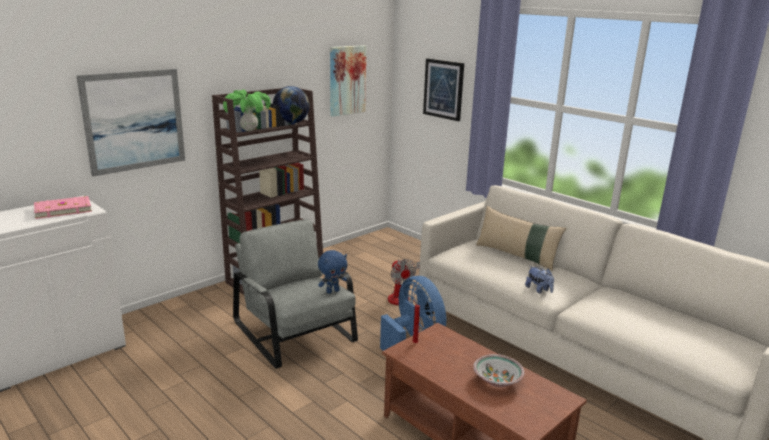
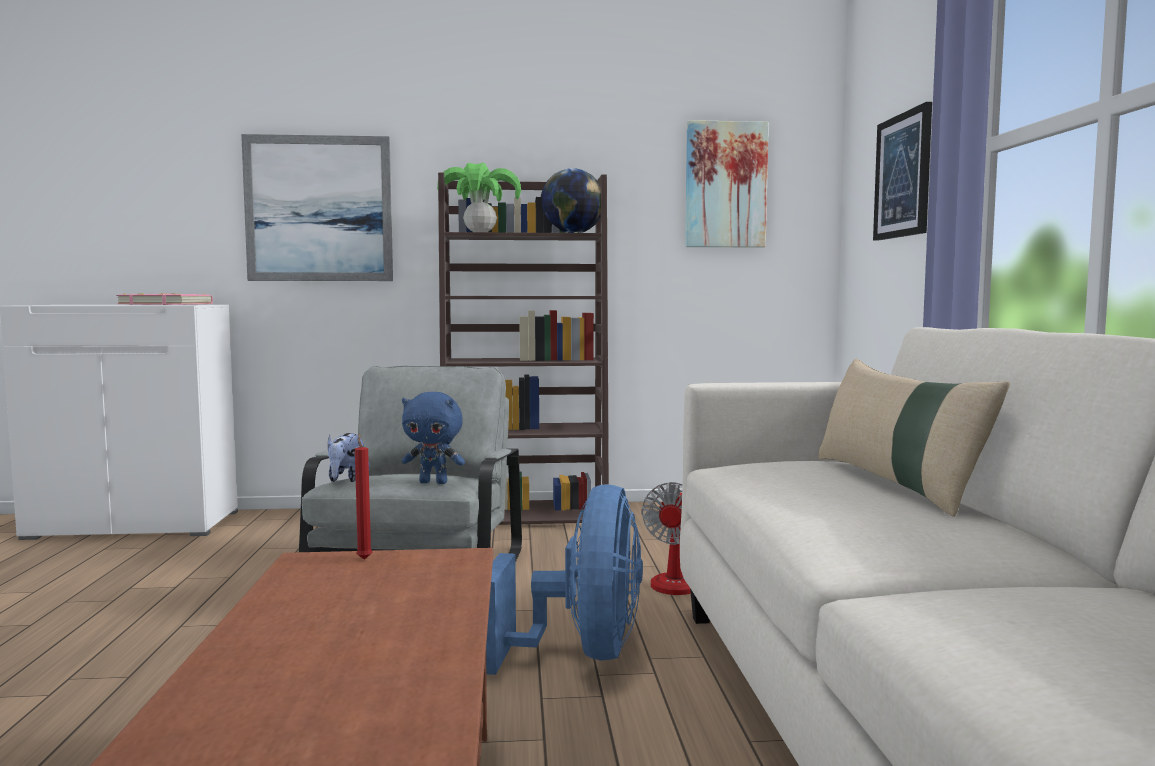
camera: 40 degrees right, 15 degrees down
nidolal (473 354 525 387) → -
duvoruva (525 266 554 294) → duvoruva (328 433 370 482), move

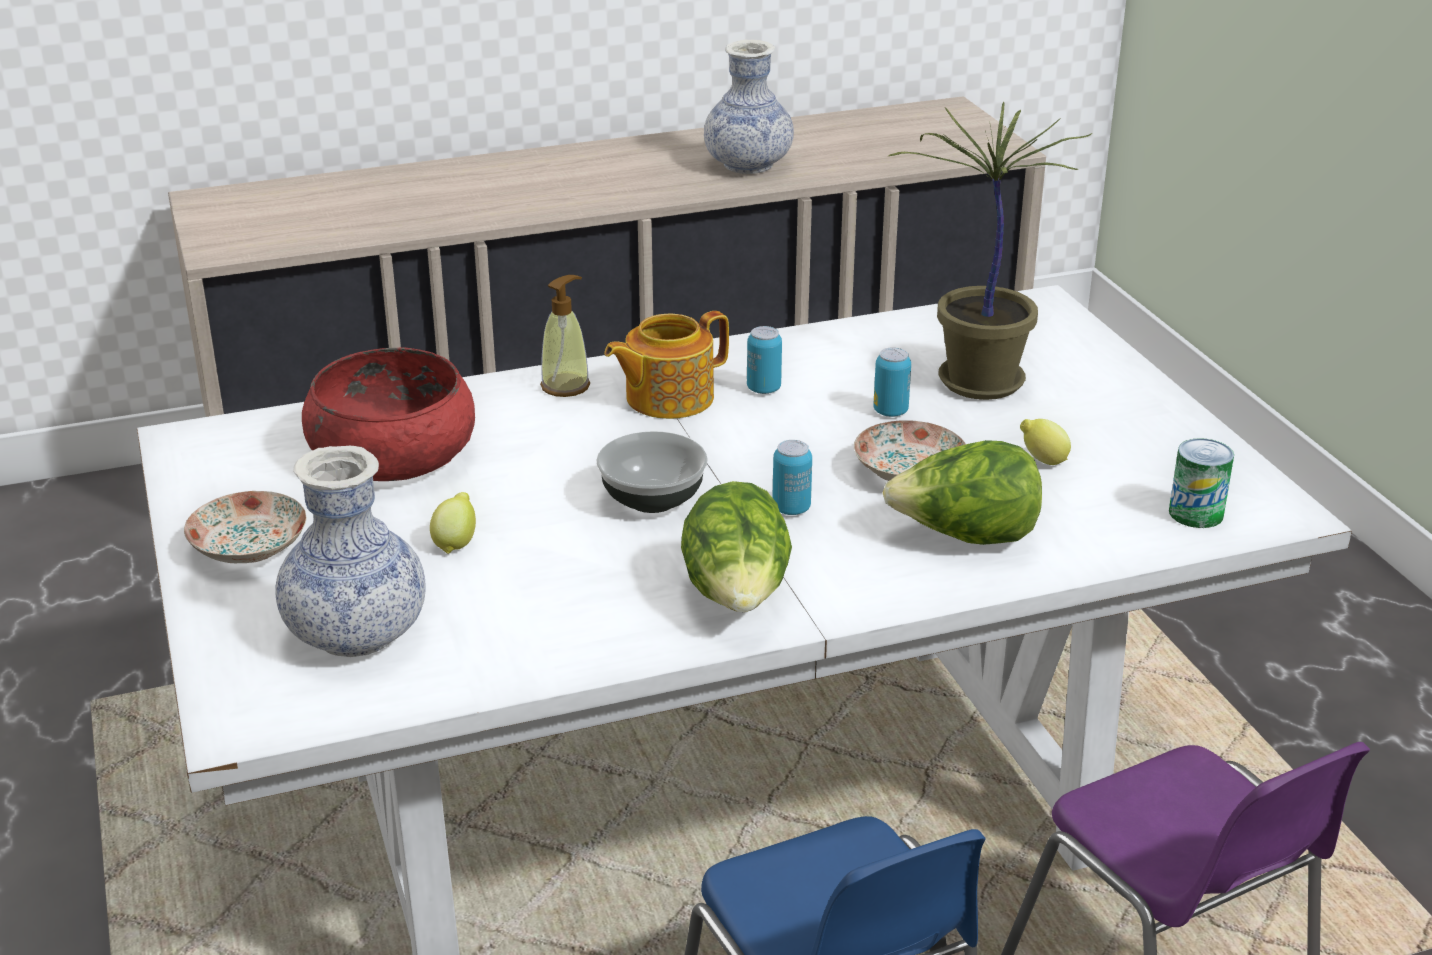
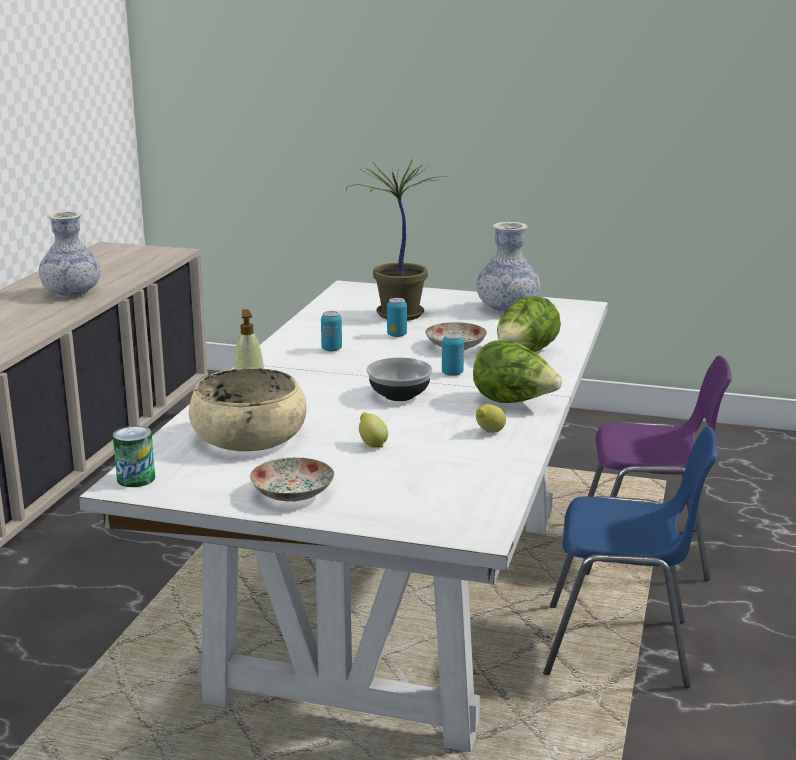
camera: 55 degrees left, 10 degrees down
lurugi (604 311 729 419) → -
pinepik (275 446 426 657) → pinepik (476 222 540 314), move
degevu (1020 419 1071 465) → degevu (476 404 506 433), move
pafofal (1169 438 1234 528) → pafofal (113 426 155 487), move
red_nidolal (302 347 475 481) → beige_nidolal (189 368 307 451)

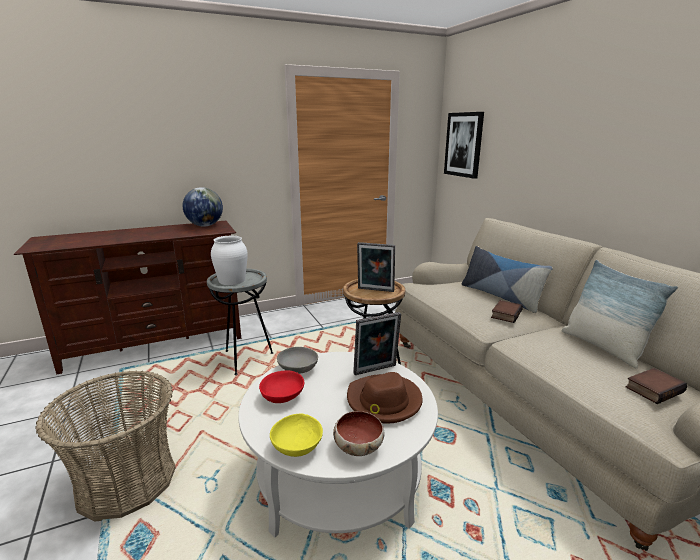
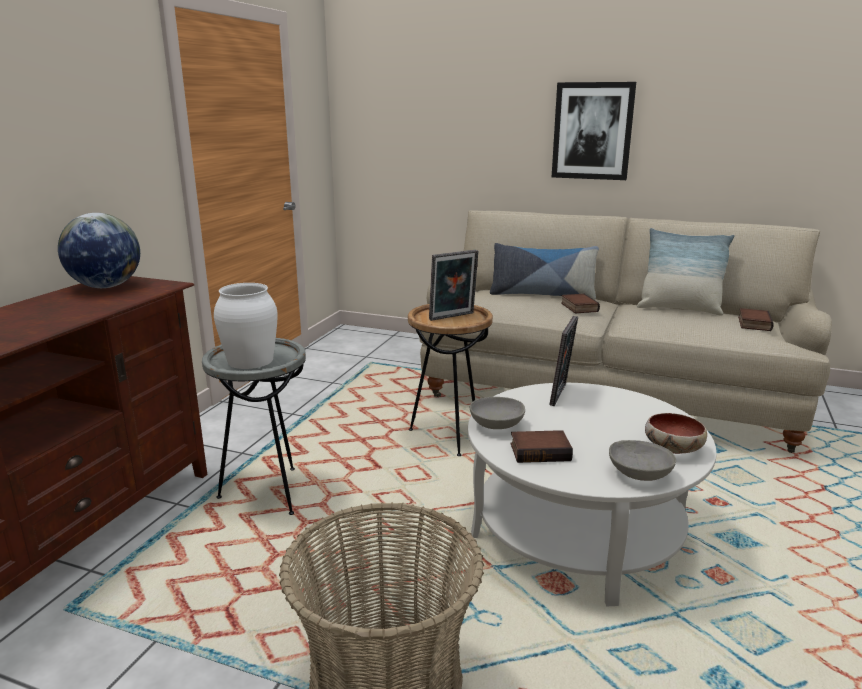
camera: 45 degrees left, 0 degrees up
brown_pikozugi (347 372 423 424) → -
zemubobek (444 112 484 179) → zemubobek (552 82 636 180), move
red_nidolal (259 370 304 403) → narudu (511 430 573 463)
yellow_nidolal (270 414 323 457) → grey_nidolal (609 440 676 481)

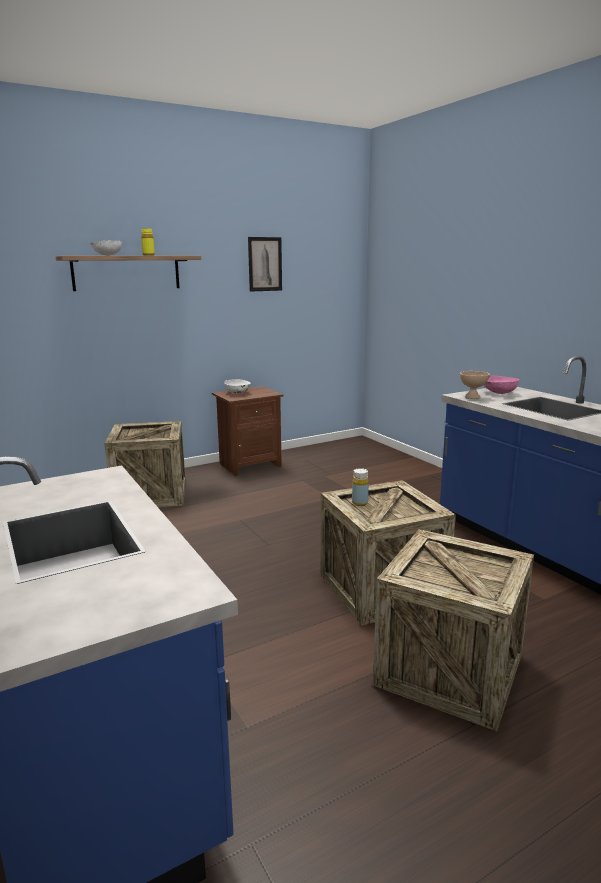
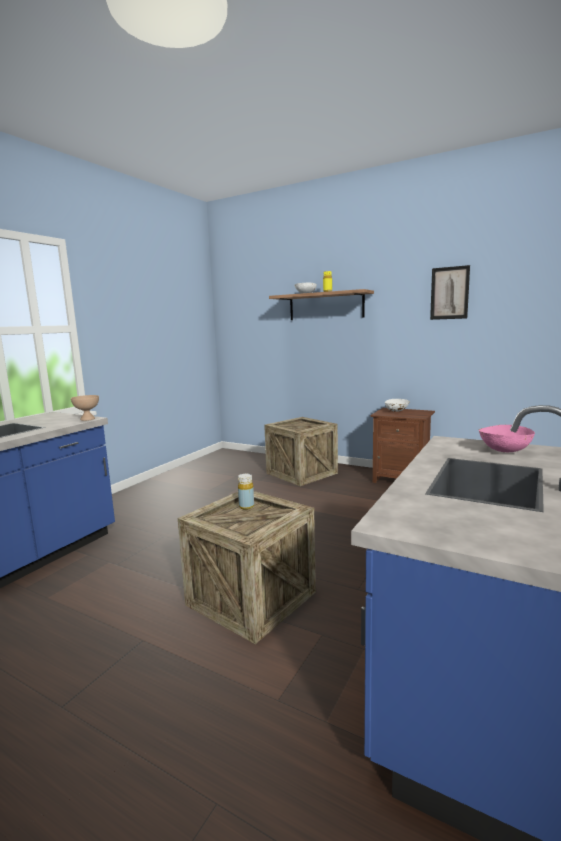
camera: 60 degrees right, 5 degrees down
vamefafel (373 529 534 731) → -
beige_nidolal (460 371 490 399) → beige_nidolal (71 395 99 421), move

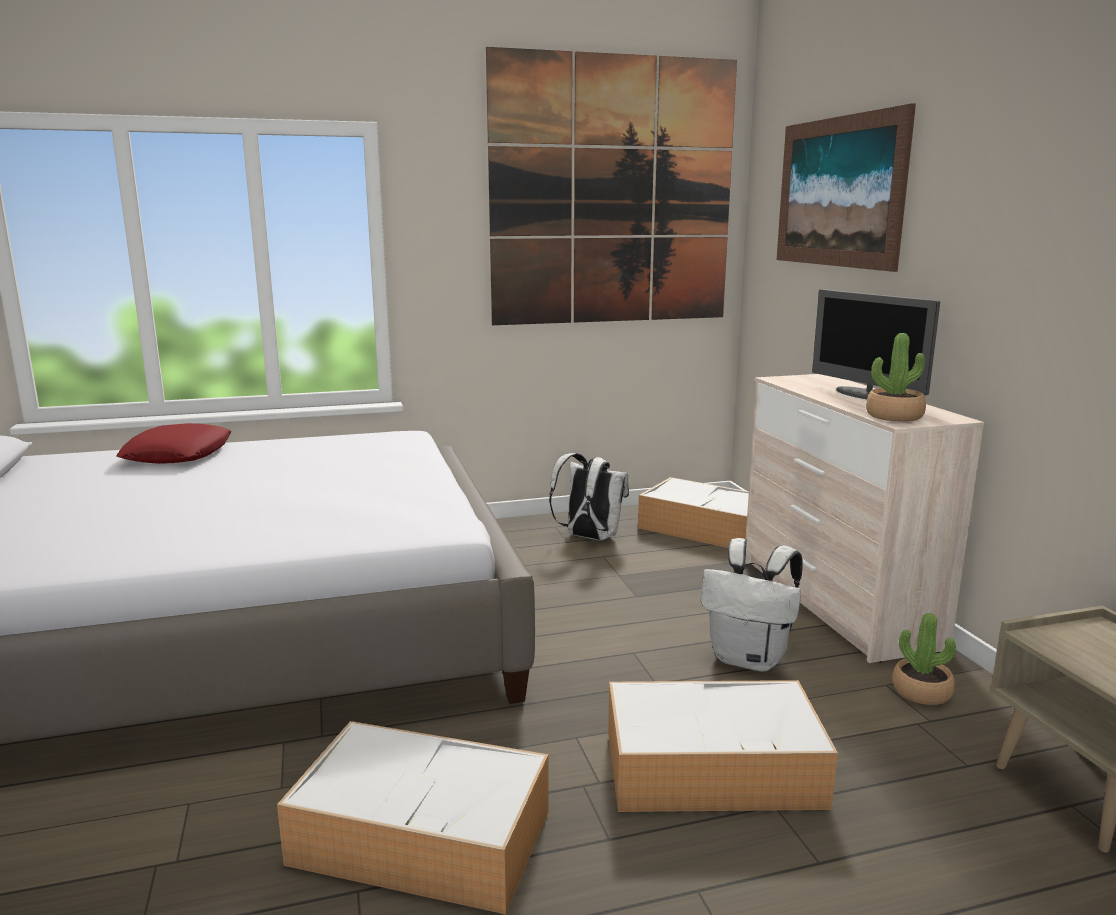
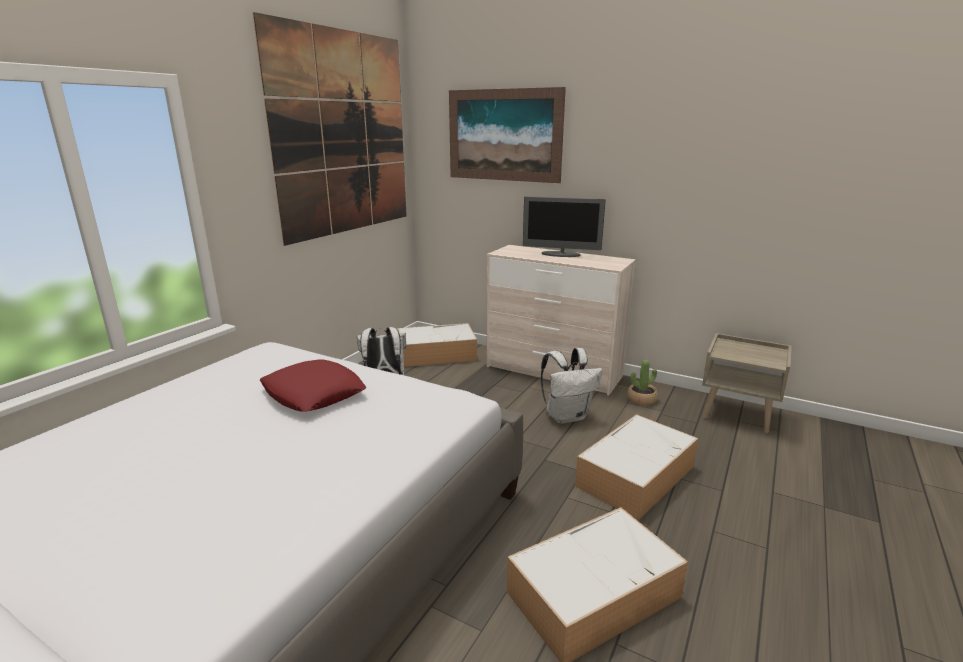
camera: 45 degrees left, 5 degrees up
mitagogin (866 333 926 421) → -
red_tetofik (116 423 231 464) → red_tetofik (260 360 366 412), move

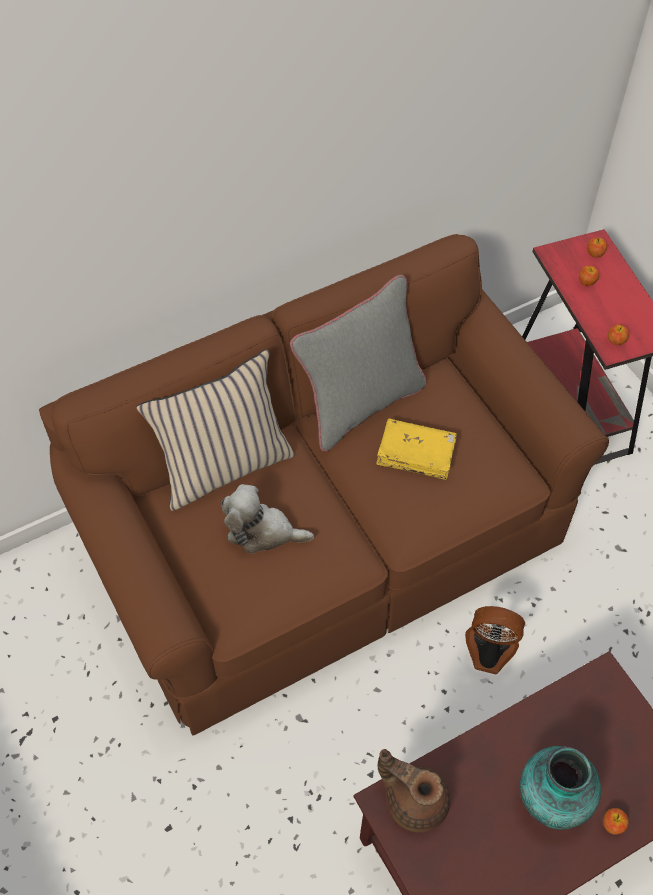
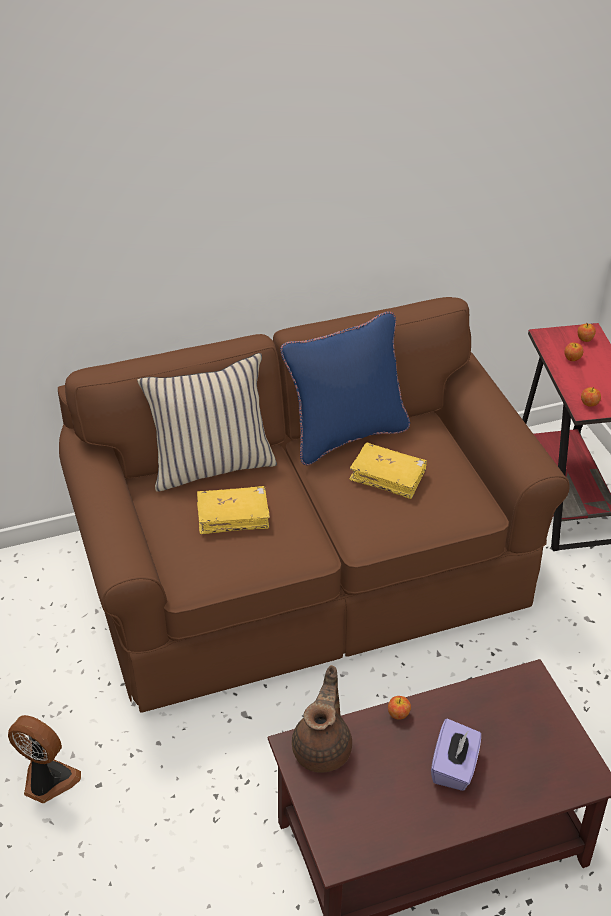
camera: 10 degrees right, 15 degrees down
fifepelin (465 606 525 674) → fifepelin (8 715 81 803), move
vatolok (603 808 629 835) → vatolok (388 696 411 719), move
duvoruva (221 484 314 554) → yellow_narudu (197 486 270 534)
pinepik (520 746 601 830) → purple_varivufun (431 719 481 791)
grey_tetofik (290 275 426 451) → blue_tetofik (280 311 410 465)
brown_lurugi (378 749 450 832) → brown_lurugi (292 665 352 773), 60 degrees clockwise

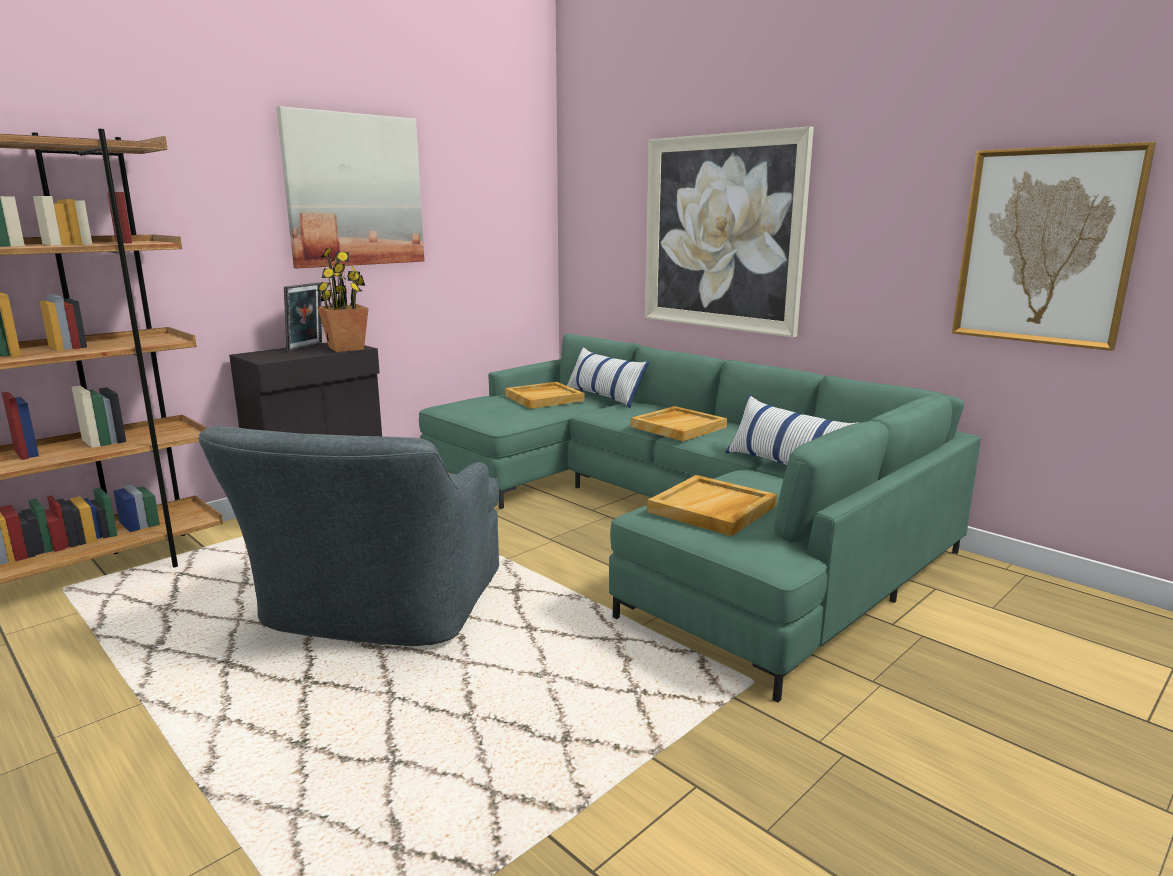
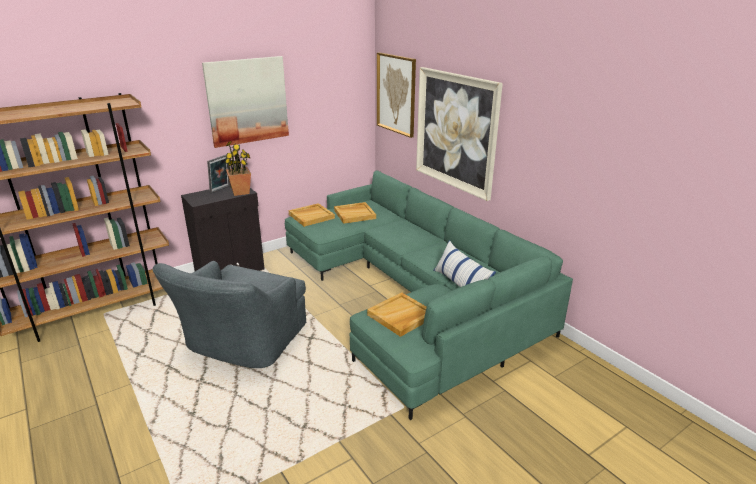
camera: 10 degrees right, 10 degrees up
tetofik (566 347 649 408) → -
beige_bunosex (631 406 727 441) → beige_bunosex (289 203 335 227), move
zemubobek (952 142 1156 351) → zemubobek (377 52 416 138), move

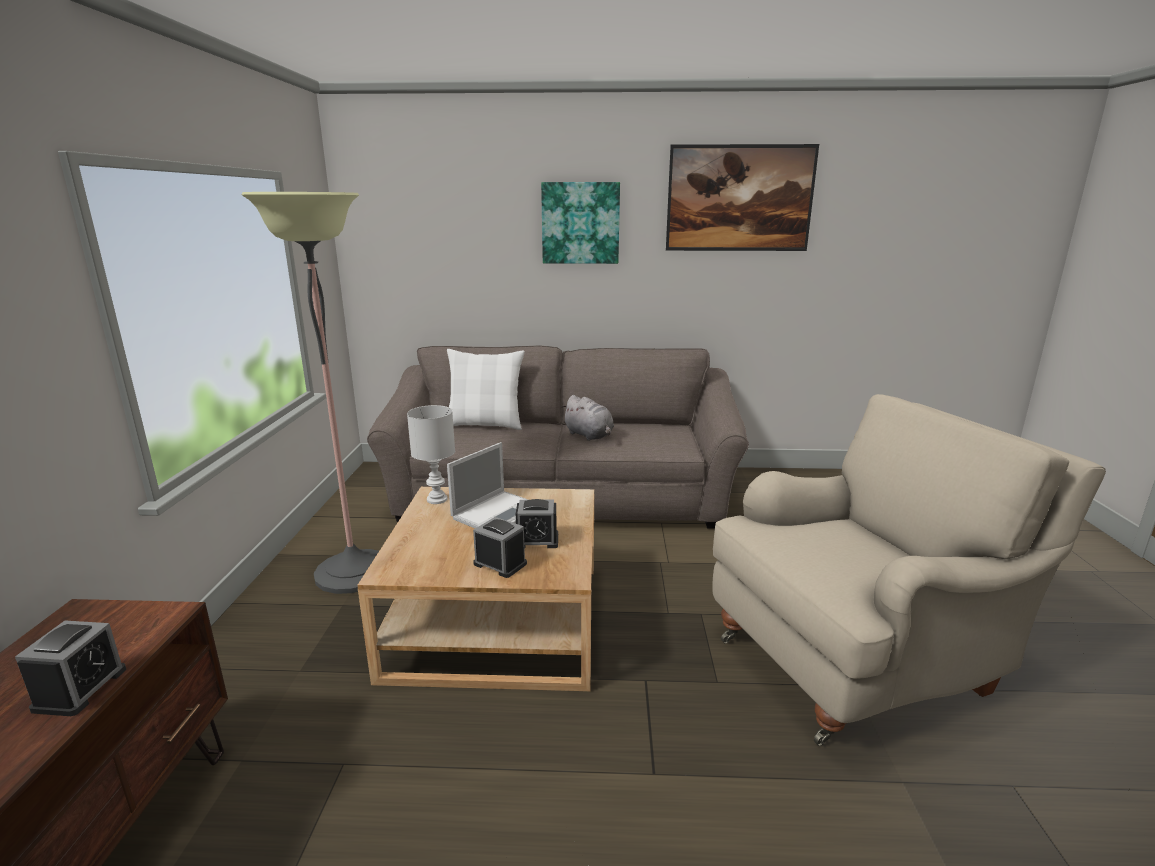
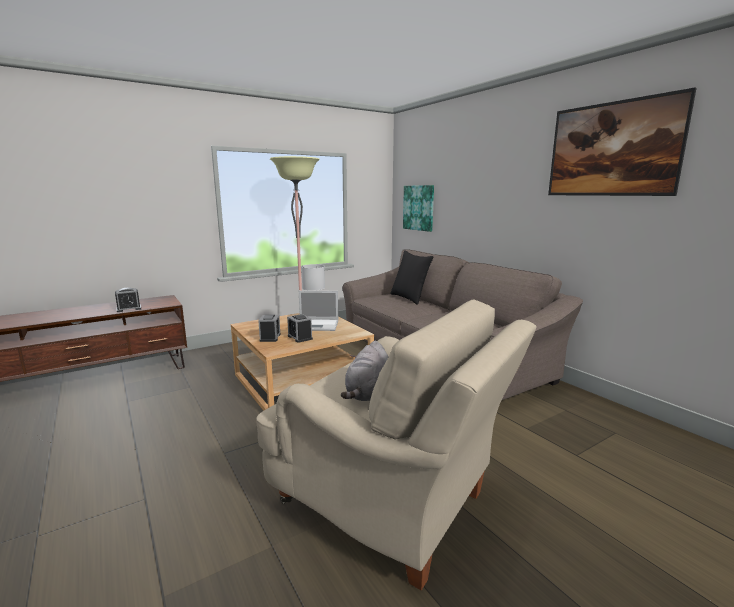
camera: 55 degrees right, 5 degrees down
zemubobek (541 182 620 264) → zemubobek (403 185 434 232), move
grey_duvoruva (562 395 614 441) → grey_duvoruva (341 341 389 401), move
white_tetofik (447 349 525 430) → black_tetofik (390 250 434 305)

